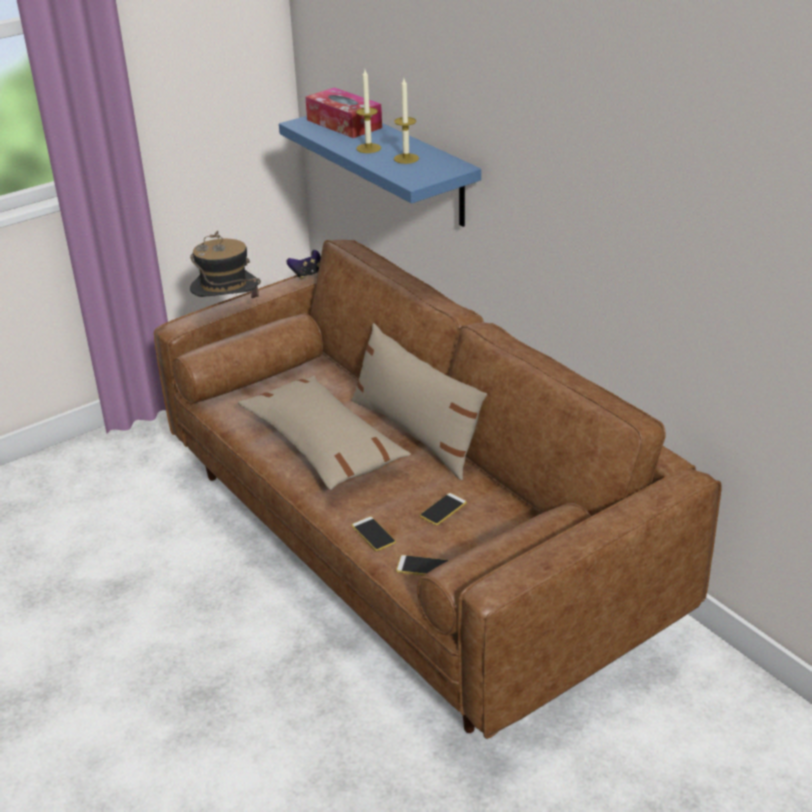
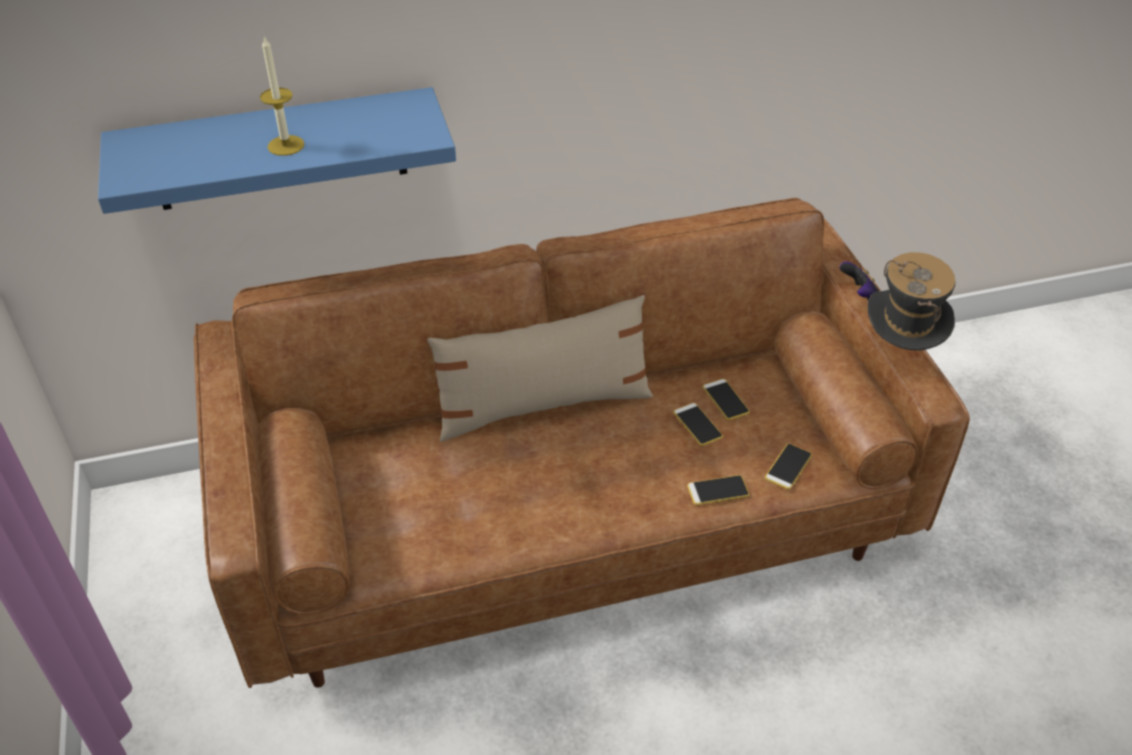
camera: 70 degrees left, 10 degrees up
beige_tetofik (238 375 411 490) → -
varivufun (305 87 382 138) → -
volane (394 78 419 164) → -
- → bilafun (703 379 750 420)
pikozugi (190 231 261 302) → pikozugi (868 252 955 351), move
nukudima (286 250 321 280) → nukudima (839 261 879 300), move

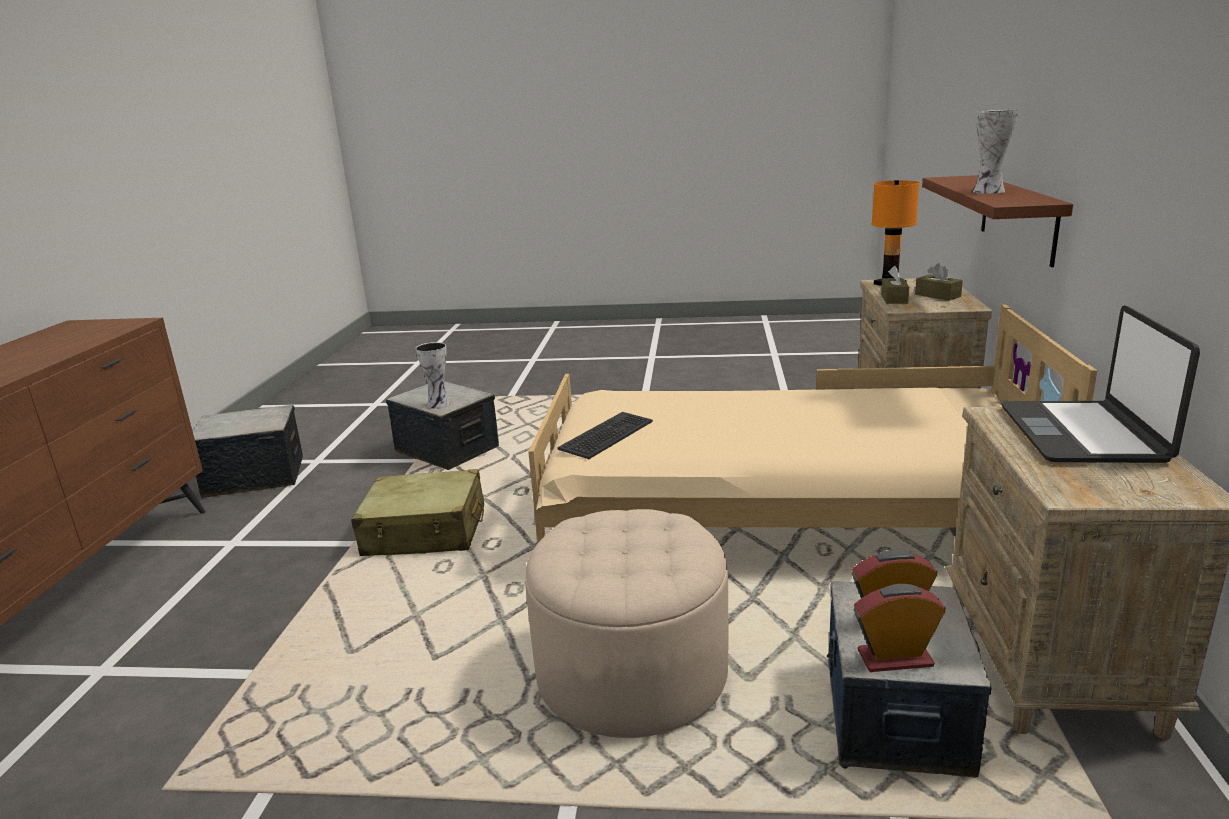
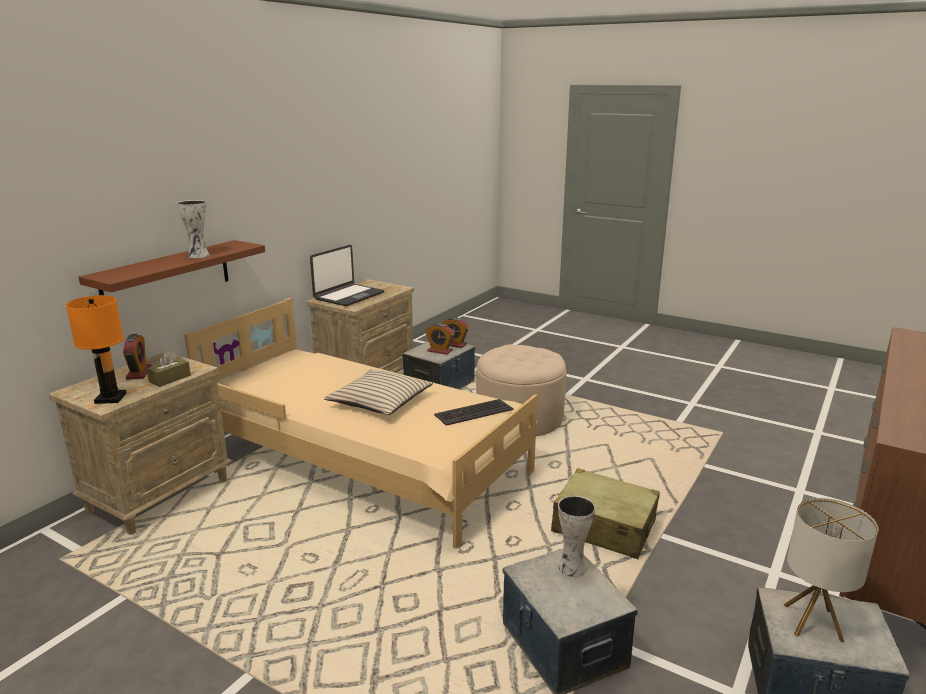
camera: 155 degrees left, 0 degrees up
- → beige_tetofik (324 370 433 415)
- → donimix (784 498 878 642)
brown_varivufun (915 263 963 301) → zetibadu (123 334 152 380)

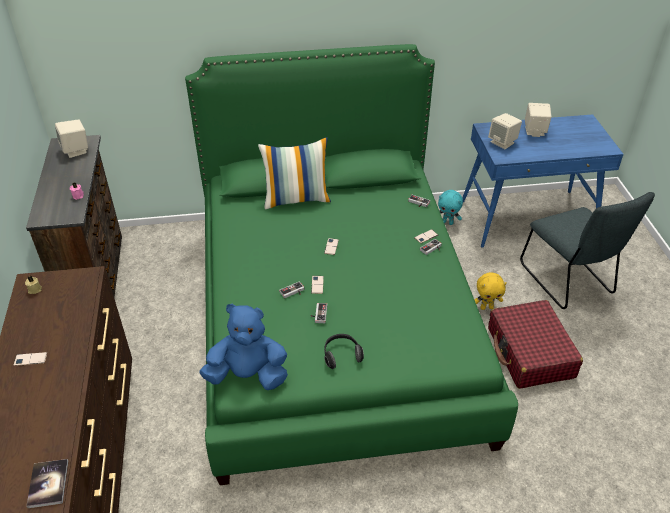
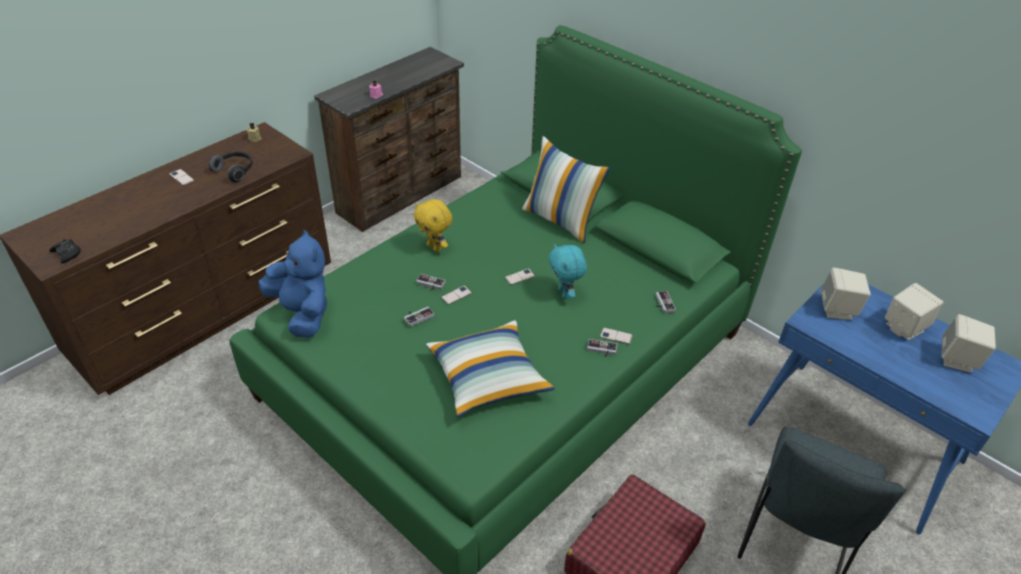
camera: 50 degrees right, 0 degrees up
- → tetofik (426 320 555 417)
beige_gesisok (55 119 88 158) → beige_gesisok (942 314 996 373), move
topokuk (324 334 364 369) → topokuk (209 151 253 182), move
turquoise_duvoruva (438 190 463 225) → turquoise_duvoruva (549 243 587 299), move
yellow_duvoruva (474 272 507 310) → yellow_duvoruva (414 199 452 252), move
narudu (26 459 68 508) → black_nukudima (49 239 81 263)

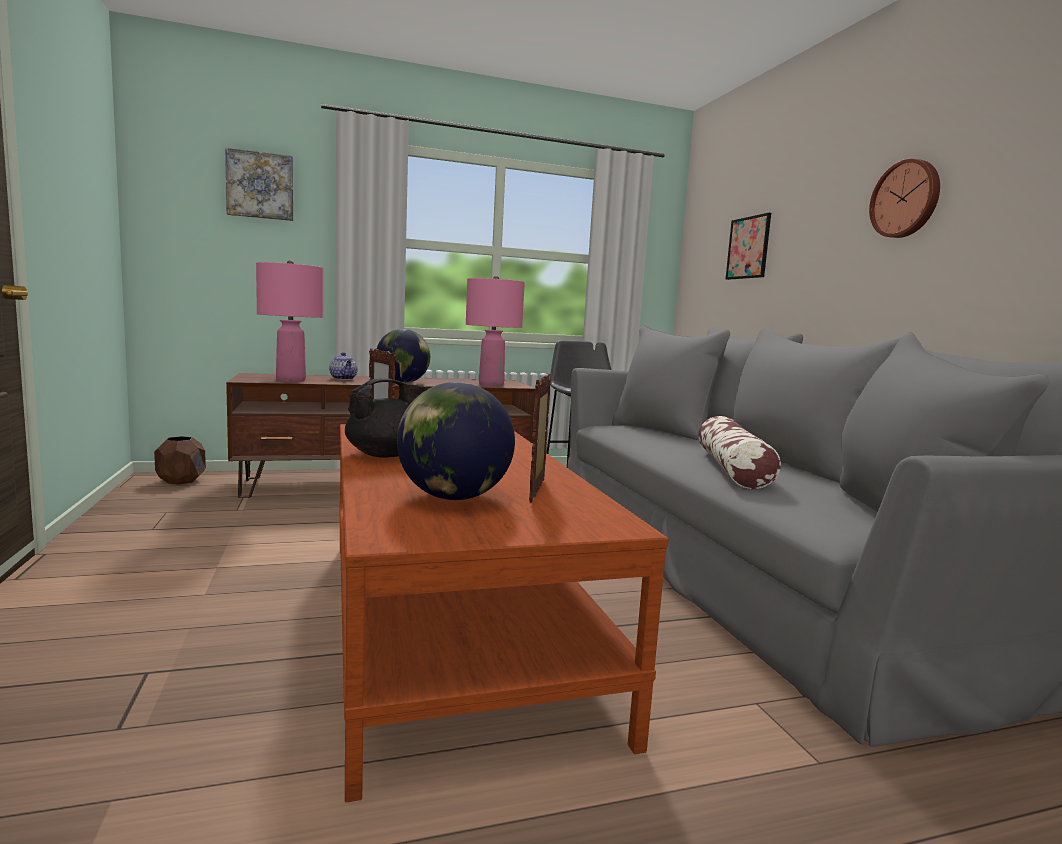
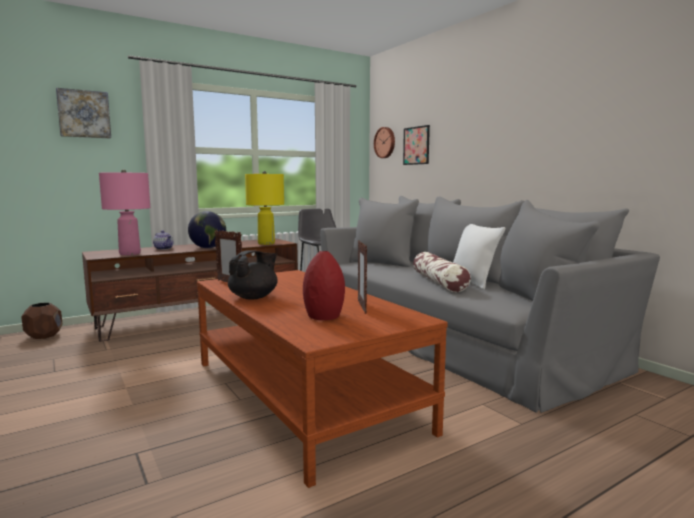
camera: 15 degrees left, 0 degrees up
- → white_tetofik (453 224 505 290)
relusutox (869 159 940 238) → relusutox (374 127 395 158), move
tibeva (397 382 515 500) → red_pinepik (303 251 345 320)
pink_donimix (466 276 525 386) → yellow_donimix (245 171 284 245)

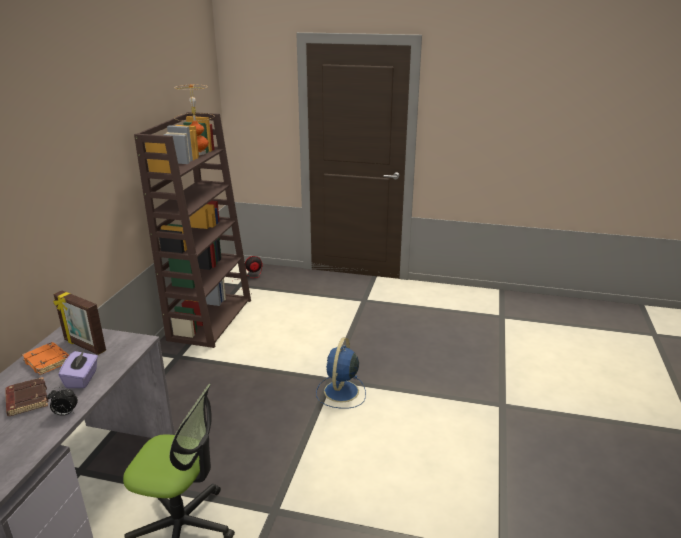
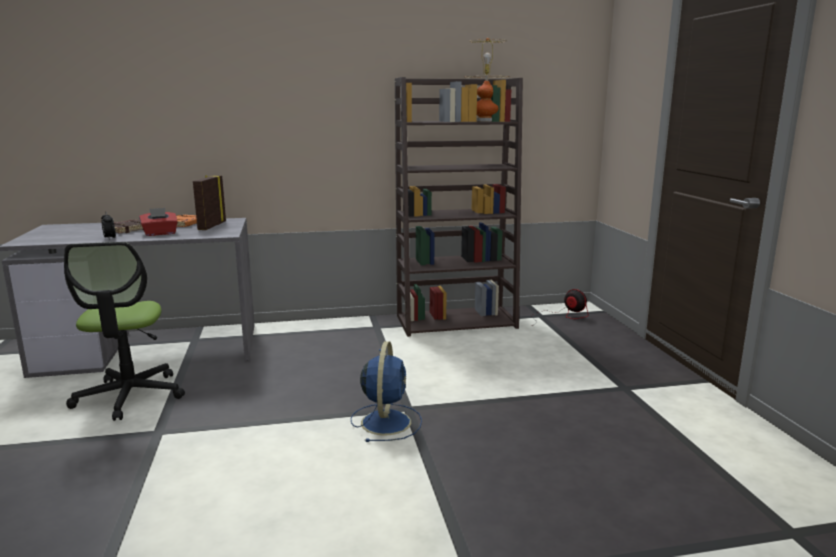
camera: 65 degrees right, 10 degrees down
purple_varivufun (59 350 98 388) → red_varivufun (139 208 178 236)
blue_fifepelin (316 337 366 409) → blue_fifepelin (351 341 422 442), 105 degrees clockwise

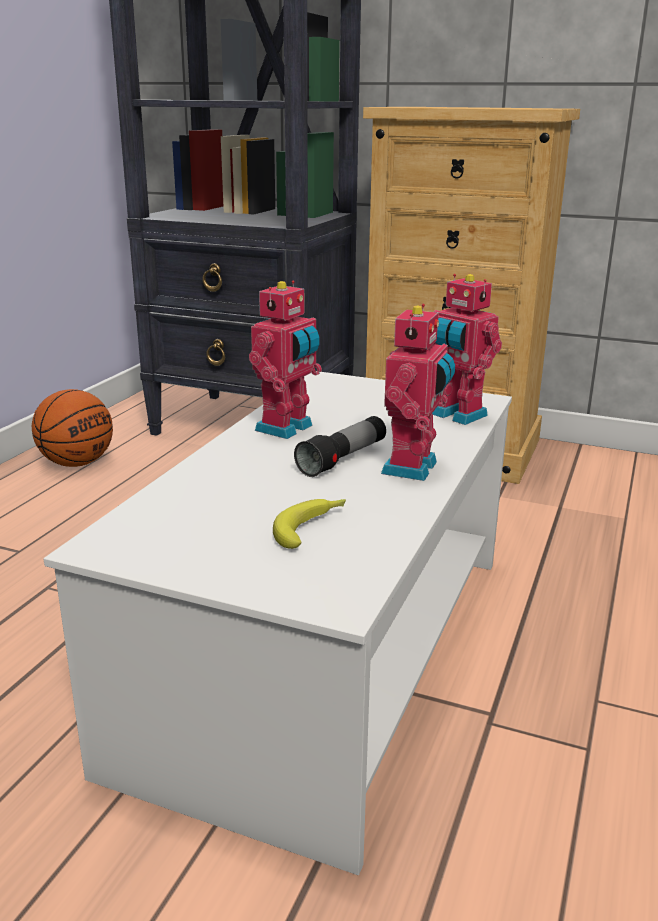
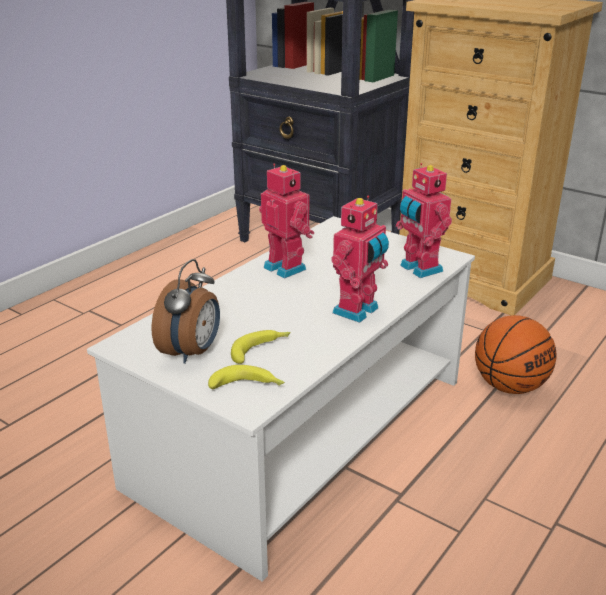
camera: 15 degrees right, 5 degrees up
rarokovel (294 416 386 477) → -
- → zetibadu (151 259 220 364)
- → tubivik (208 365 285 389)
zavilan (32 389 113 467) → zavilan (475 315 557 394), move
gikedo (249 280 322 439) → gikedo (259 164 314 279), 90 degrees counterclockwise

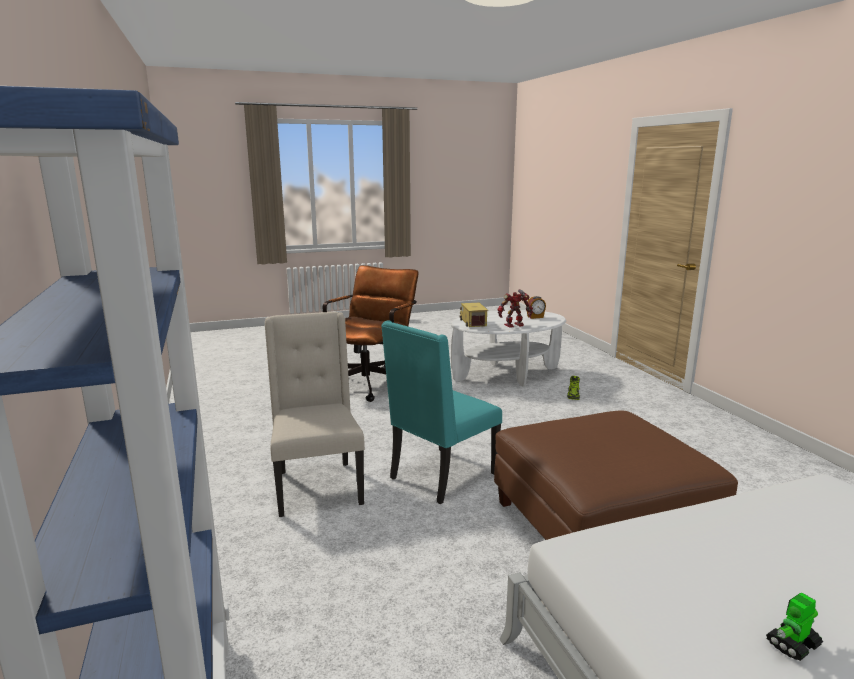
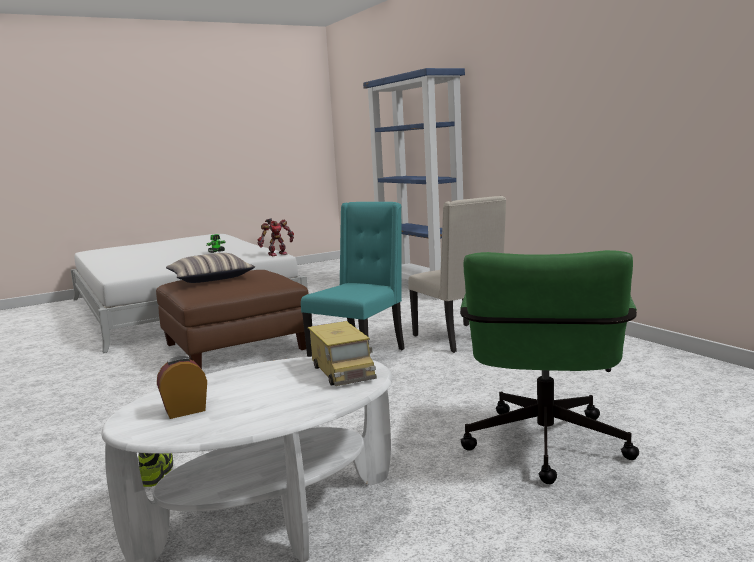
camera: 170 degrees right, 5 degrees down
- → tetofik (166 253 255 283)
gikedo (497 289 533 328) → gikedo (257 218 294 256), move
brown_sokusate (323 265 419 402) → green_sokusate (460 250 639 484)

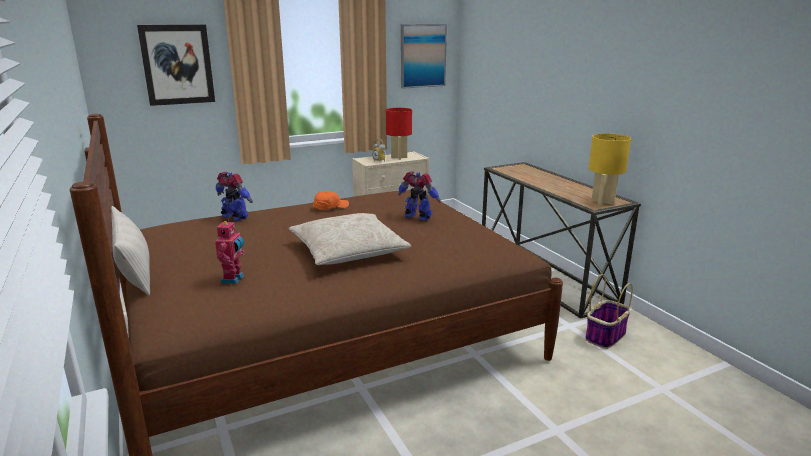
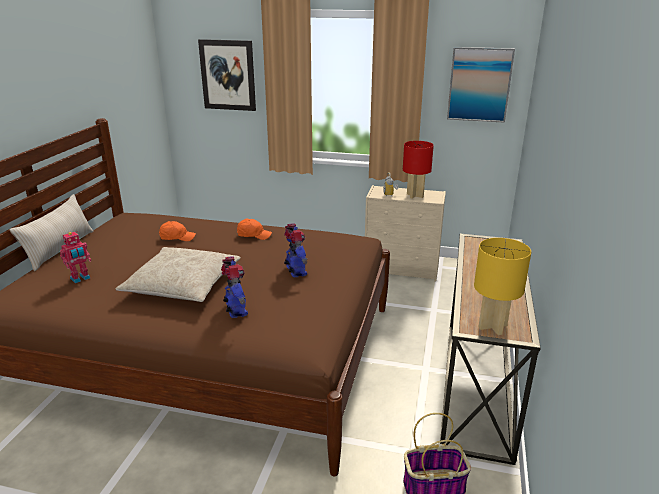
camera: 40 degrees right, 5 degrees up
- → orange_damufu (159 221 196 241)
gikedo (216 171 253 221) → gikedo (221 256 248 318), move

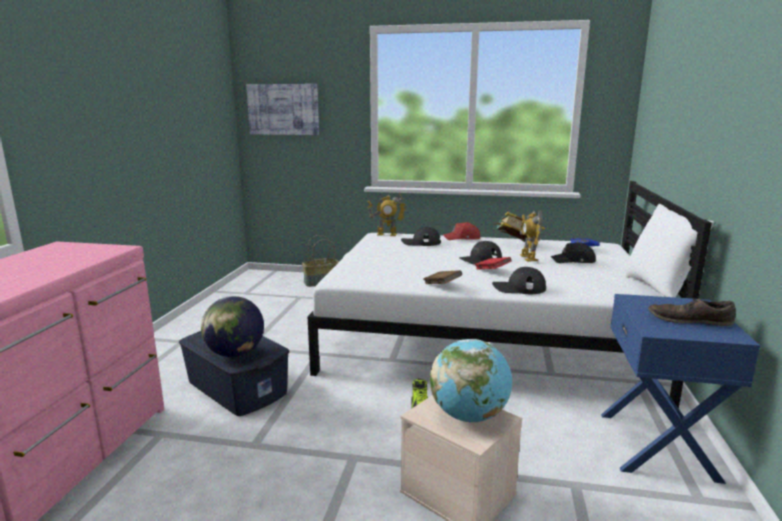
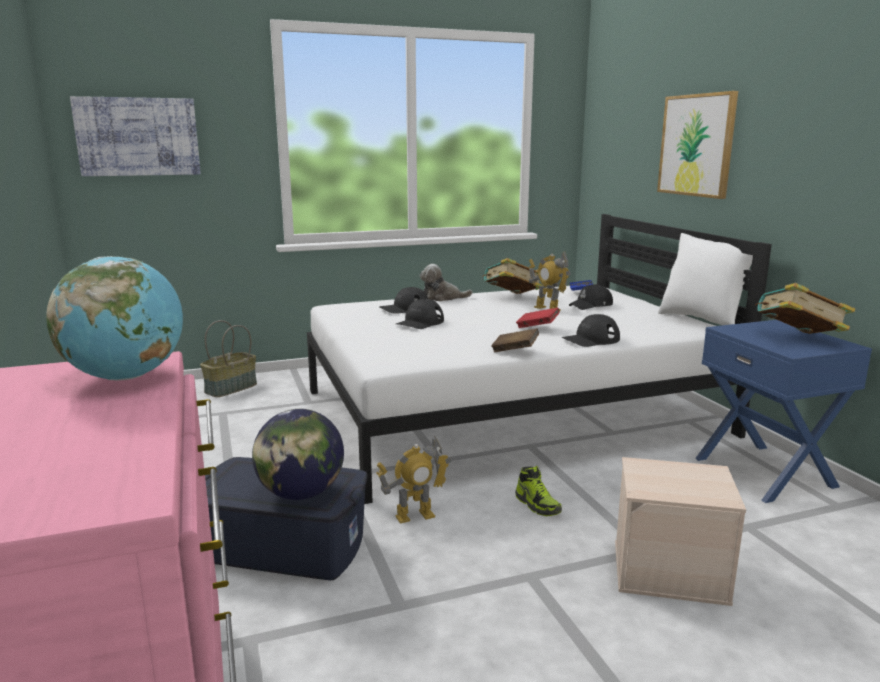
camera: 30 degrees left, 0 degrees up
- → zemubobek (657 91 738 199)
gikedo (367 192 407 236) → gikedo (376 436 451 523), move
tibeva (430 339 512 422) → tibeva (46 256 183 380), move
black_damufu (459 241 502 265) → black_damufu (396 299 444 329), move
red_damufu (443 222 480 240) → duvoruva (419 264 472 301)
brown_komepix (648 299 736 326) → narudu (755 283 855 334)

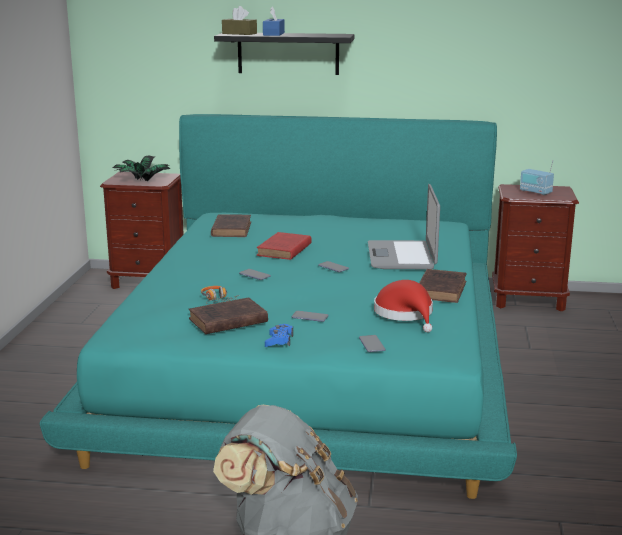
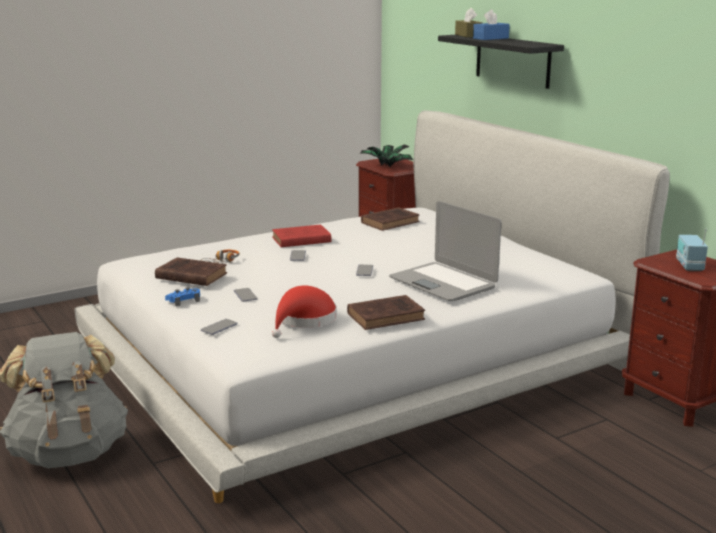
camera: 50 degrees right, 0 degrees up
red_narudu (257 232 312 260) → red_narudu (272 224 331 247), move
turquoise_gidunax (40 114 517 499) → white_gidunax (74 110 670 503)
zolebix (368 184 440 269) → zolebix (389 201 501 301), 90 degrees counterclockwise

